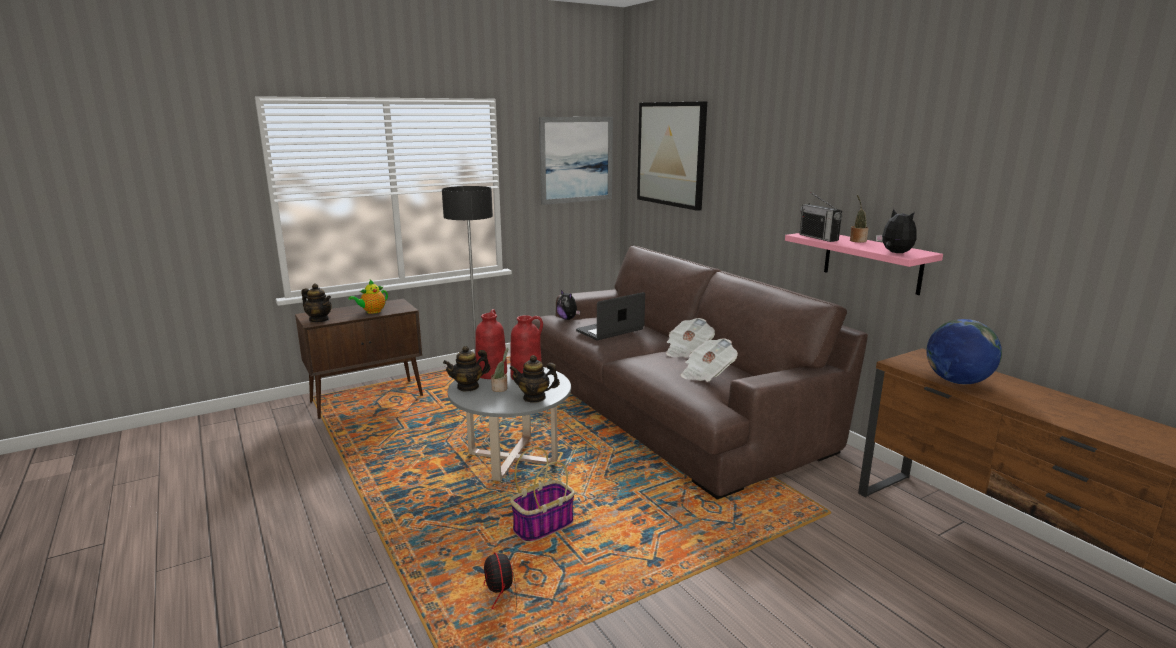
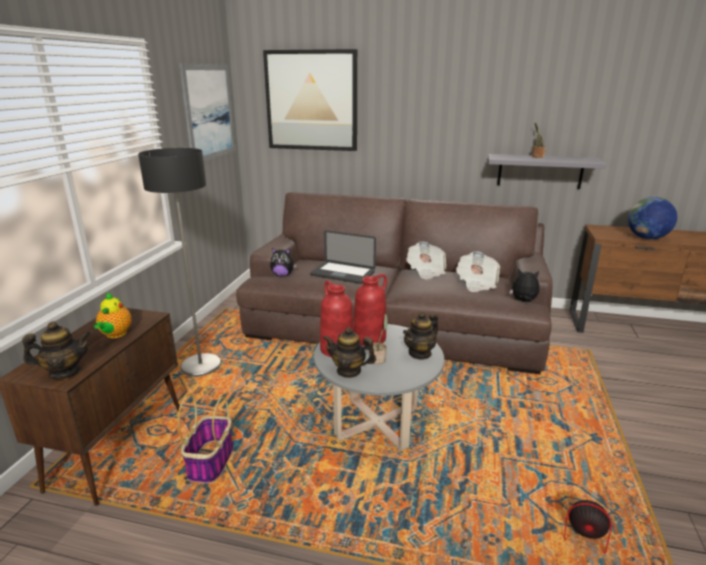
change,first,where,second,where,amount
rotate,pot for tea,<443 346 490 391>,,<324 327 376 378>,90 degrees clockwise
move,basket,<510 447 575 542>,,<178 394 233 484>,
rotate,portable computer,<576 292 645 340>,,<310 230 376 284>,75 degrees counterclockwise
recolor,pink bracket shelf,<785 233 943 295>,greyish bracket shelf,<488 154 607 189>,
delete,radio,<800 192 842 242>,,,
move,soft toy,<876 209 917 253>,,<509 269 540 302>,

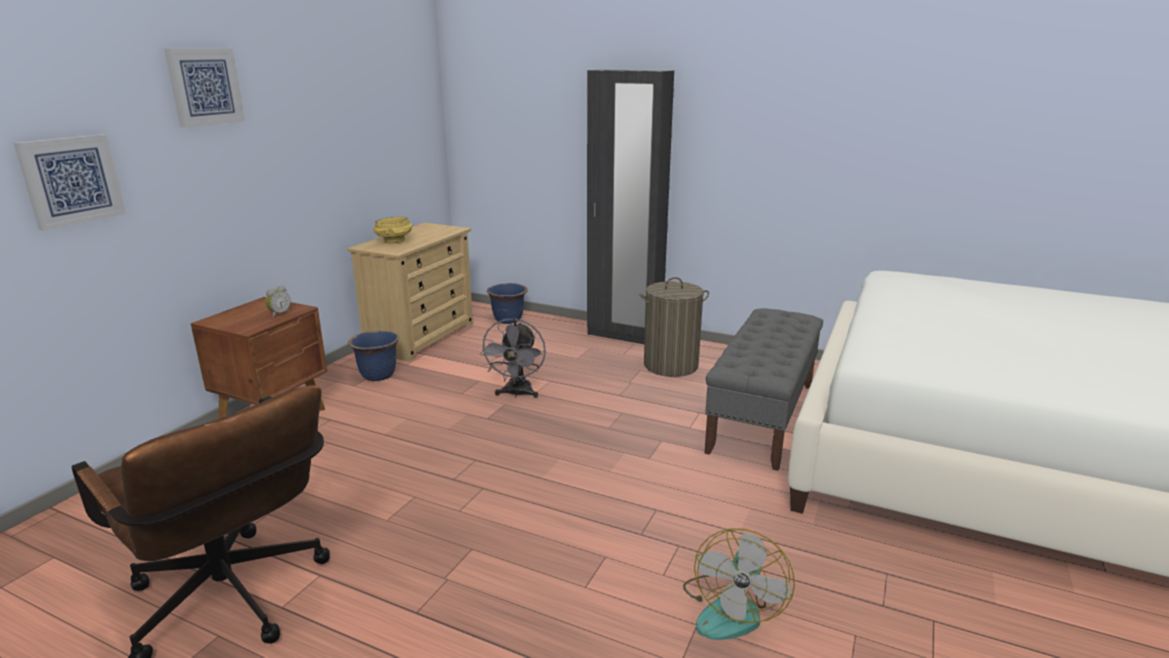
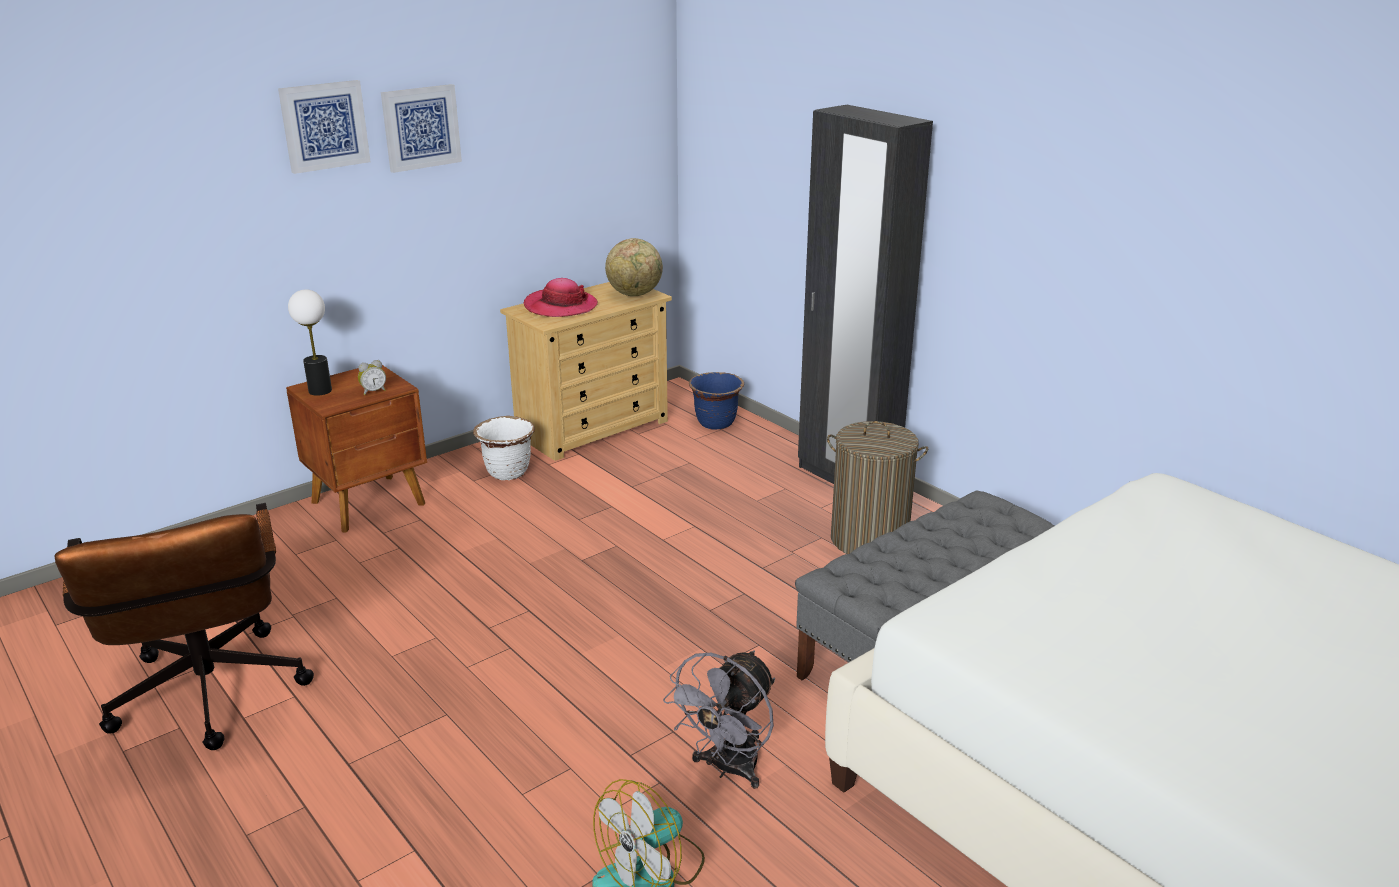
change,first,where,second,where,amount
move,wall art,<14 134 126 231>,,<381 84 462 173>,
recolor,blue plant pot,<348 330 399 381>,whitish plant pot,<473 416 535 480>,
replace,yellow-coloured deep dish,<373 217 413 243>,hat,<524 278 598 317>,
move,greyish fan,<480 318 546 398>,,<663 650 775 789>,
insert,,,table lamp,<288 289 332 396>,
insert,,,desk globe,<605 238 663 296>,

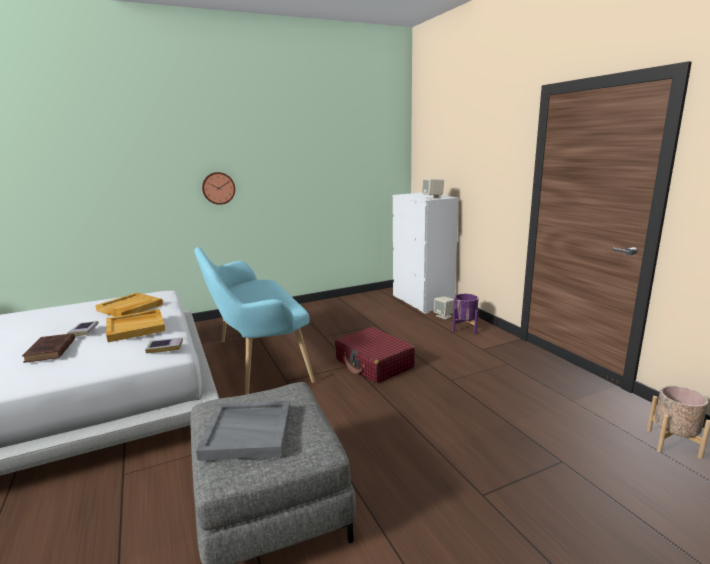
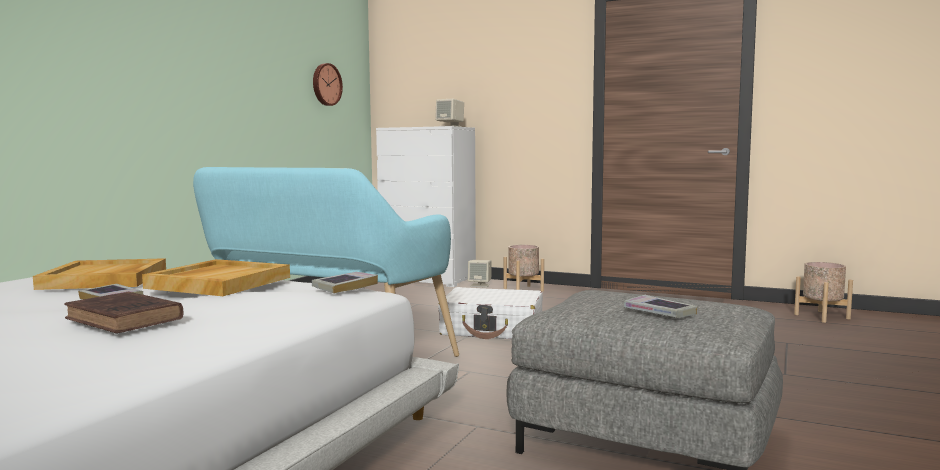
change,first,where,second,where,amount
replace,greyish carrying tray,<196 401 291 461>,bound book,<624 295 697 318>,
move,wall clock,<202 172 235 205>,,<313 63 343 106>,
recolor,red-coloured suitcase,<335 327 415 384>,whitish suitcase,<438 287 543 340>,
recolor,purple plant pot,<452 294 478 334>,beige plant pot,<504 245 544 292>,

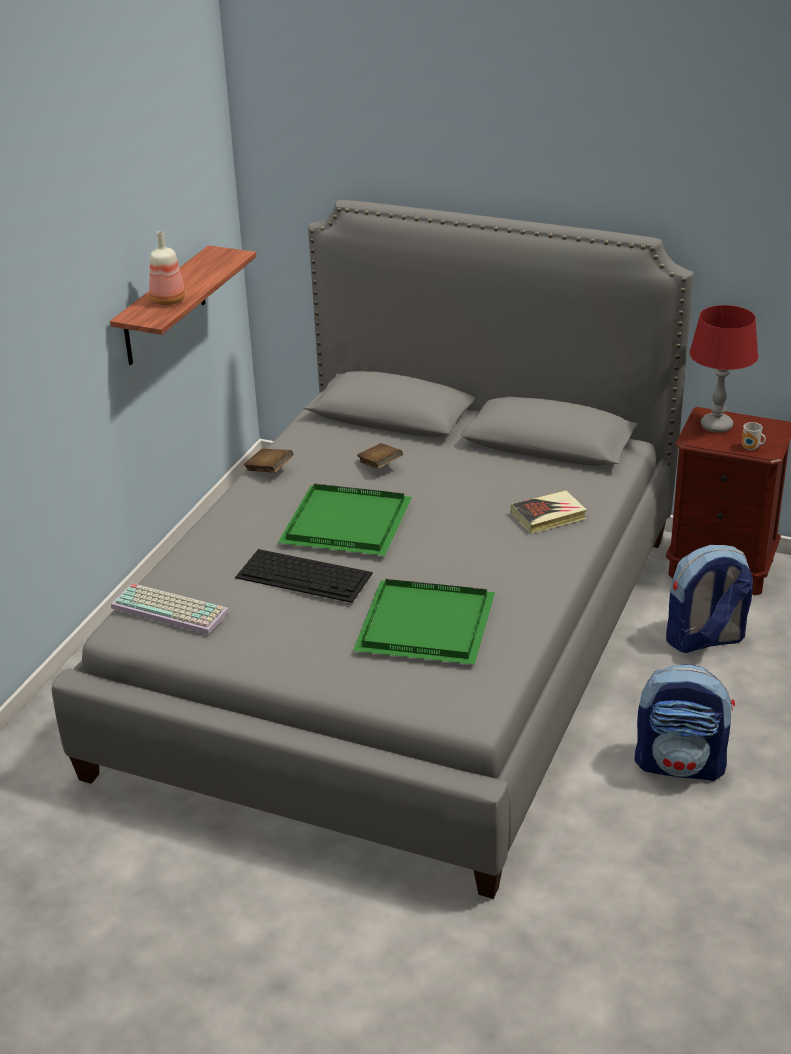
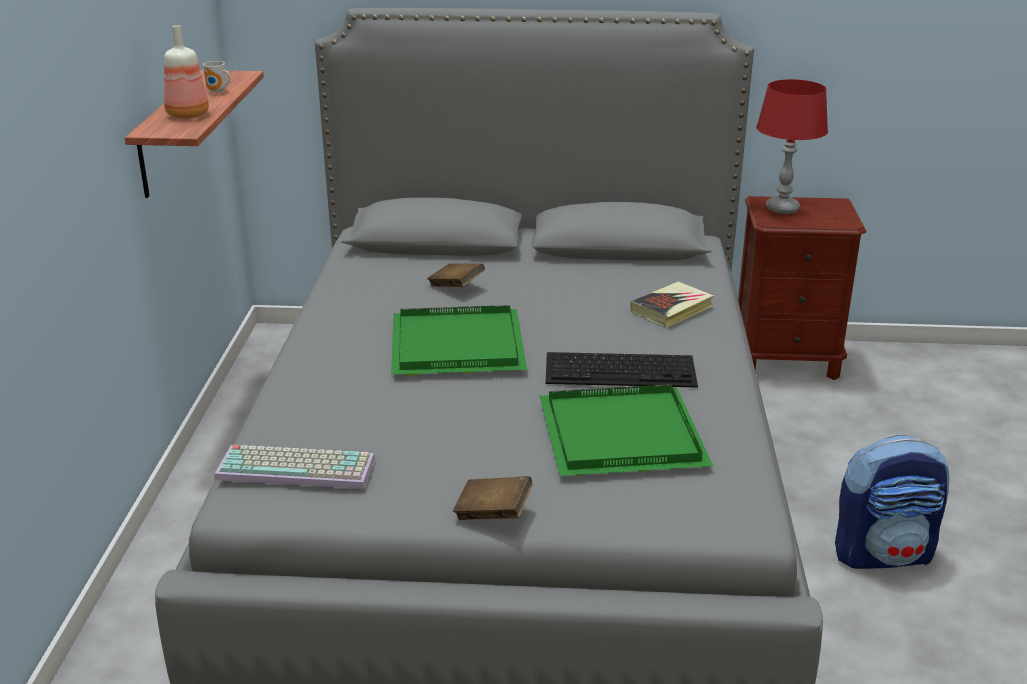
change,first,where,second,where,amount
move,keyboard,<235 549 373 603>,,<546 352 698 388>,
move,brown-coloured bound book,<244 449 294 473>,,<453 476 533 520>,
delete,knapsack,<666 545 753 653>,,,
move,mug,<742 422 766 450>,,<203 61 230 93>,

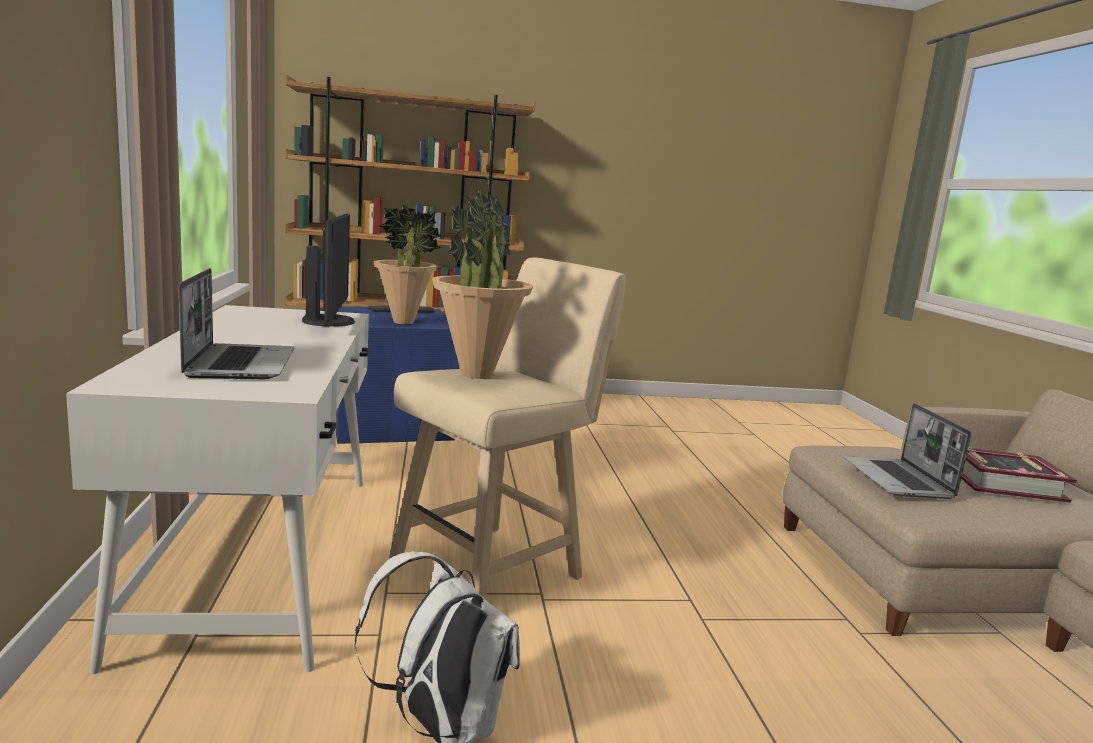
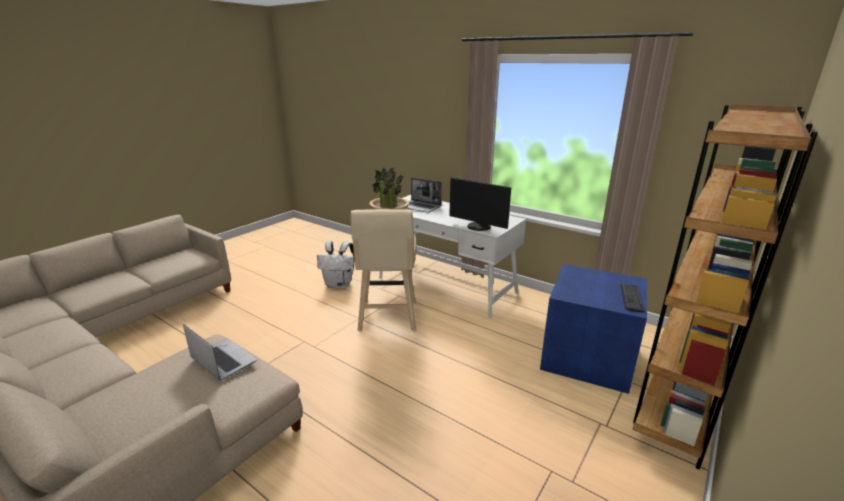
change,first,where,second,where,amount
delete,houseplant,<374 204 442 324>,,,
delete,bound book,<961 447 1077 503>,,,

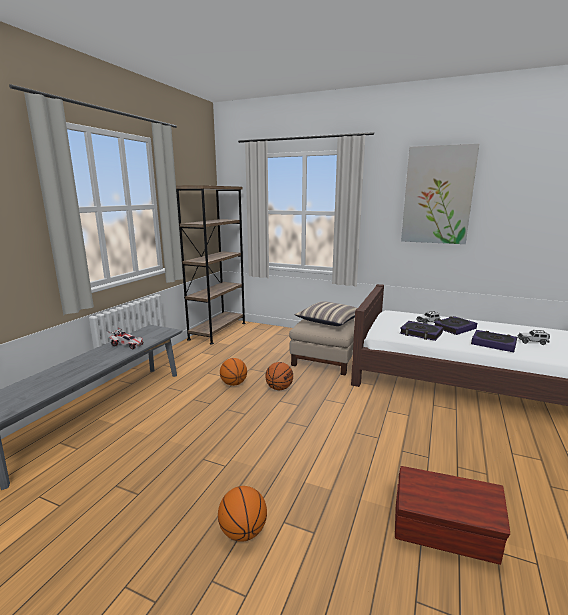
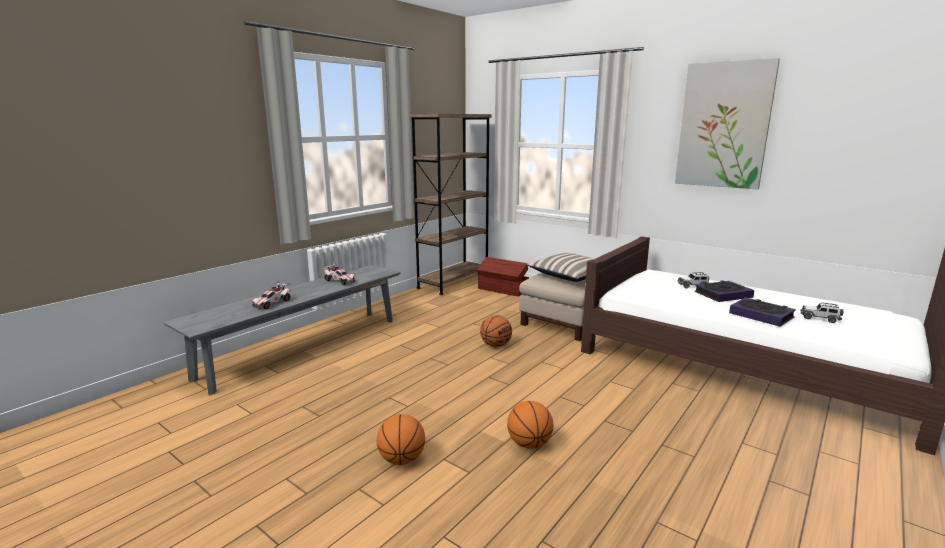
change,first,where,second,where,amount
move,basketball,<220 358 247 386>,,<507 401 553 449>,
move,brown-coloured storage box,<395 466 510 565>,,<477 257 529 297>,
delete,bound book,<400 321 443 341>,,,
insert,,,toy car,<252 281 291 310>,

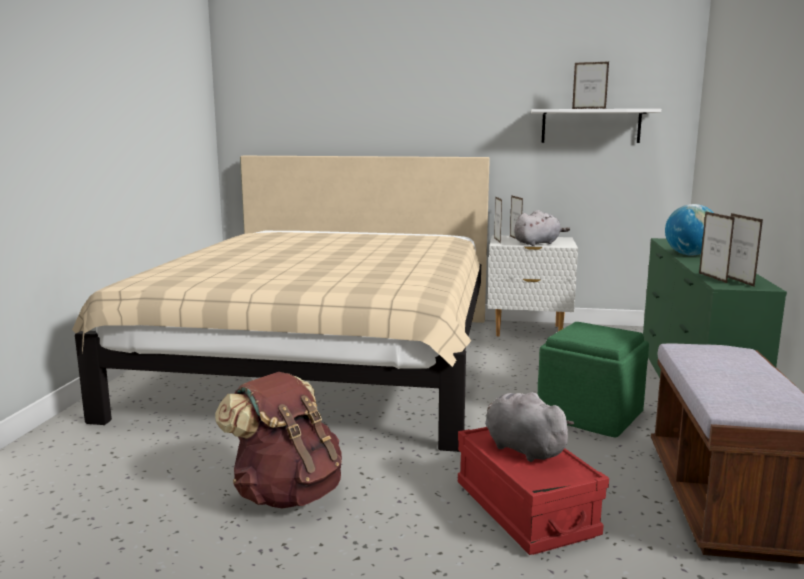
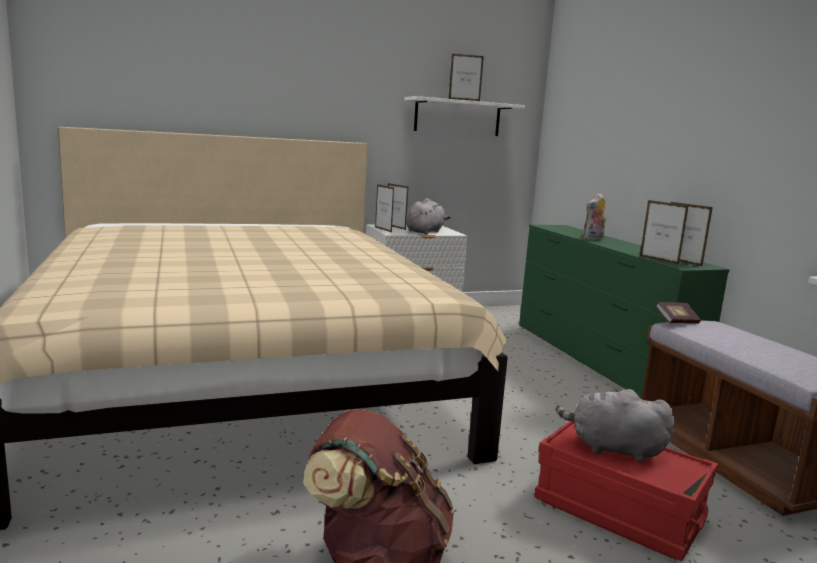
change,first,where,second,where,amount
delete,green footrest,<538 322 649 437>,,,
replace,desk globe,<665 204 714 256>,soft toy,<583 193 606 241>,
insert,,,bound book,<656 302 701 324>,

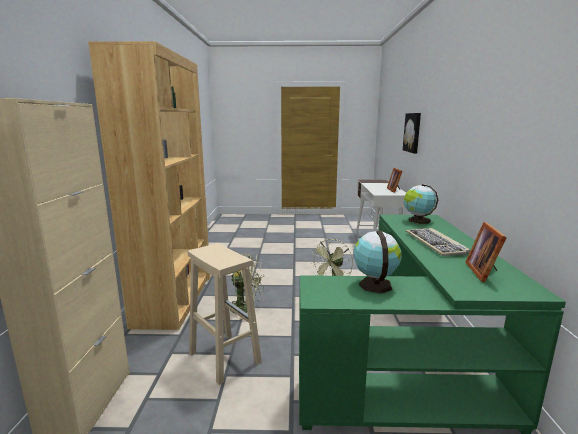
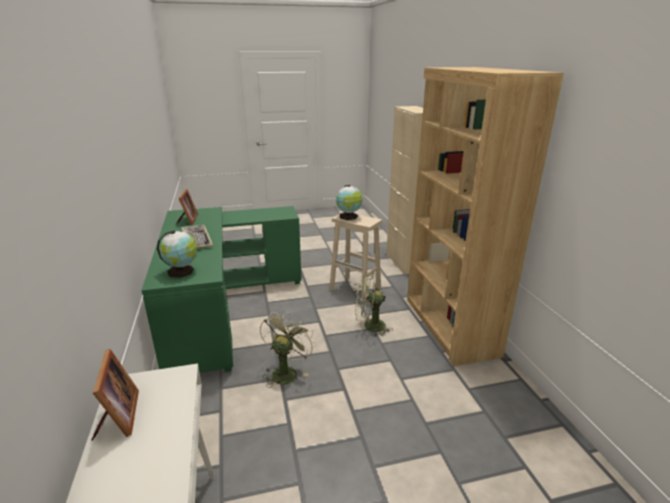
change,first,where,second,where,amount
move,desk globe,<353 231 402 294>,,<336 185 363 220>,
delete,wall art,<403 113 421 153>,,,

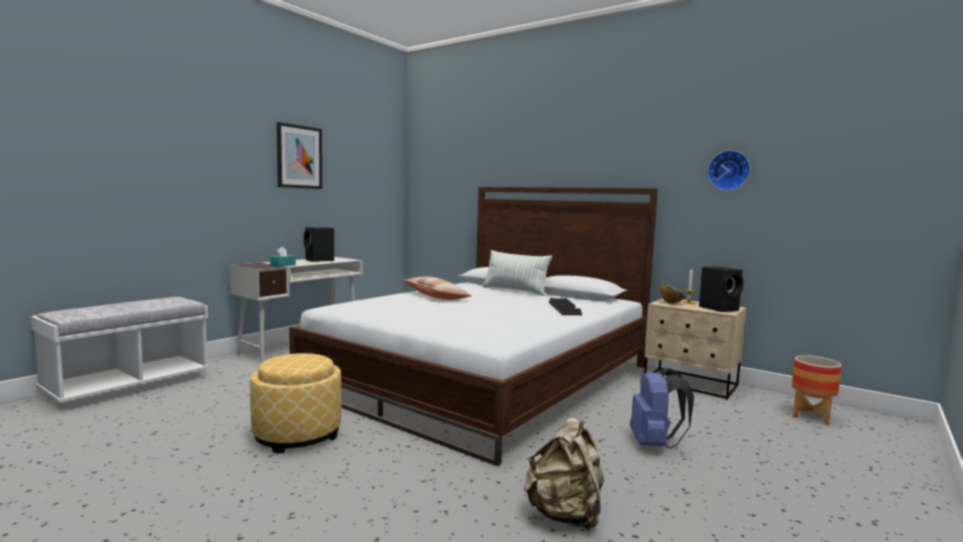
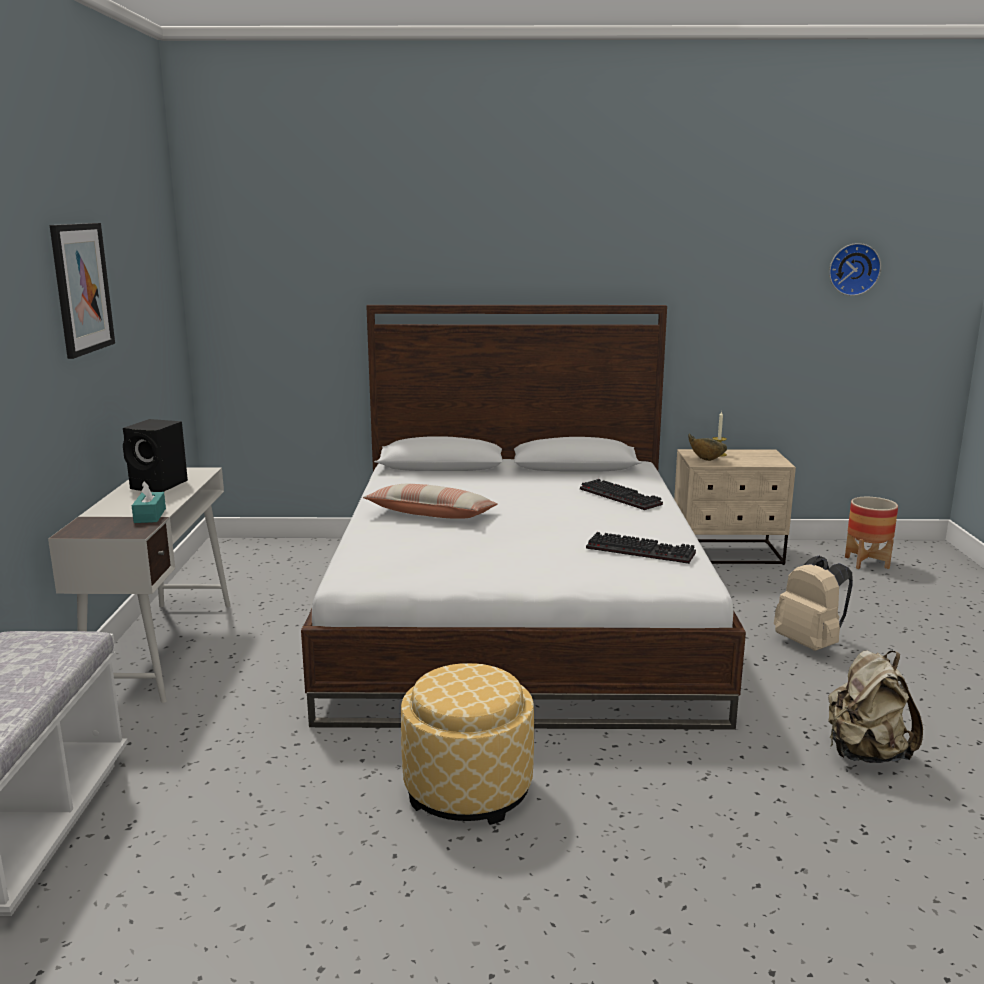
change,first,where,second,where,amount
delete,cushion,<483 250 552 296>,,,
recolor,blue knapsack,<630 368 694 449>,beige knapsack,<774 556 853 651>,
delete,black speaker,<699 267 744 312>,,,
move,wall clock,<707 150 751 191>,,<829 243 881 296>,
insert,,,keyboard,<586 532 696 564>,

